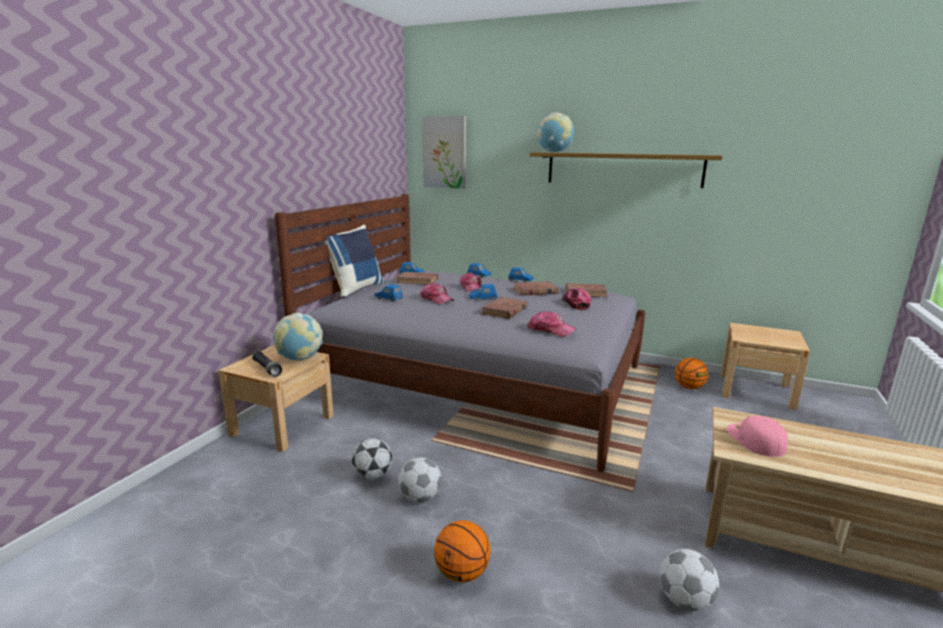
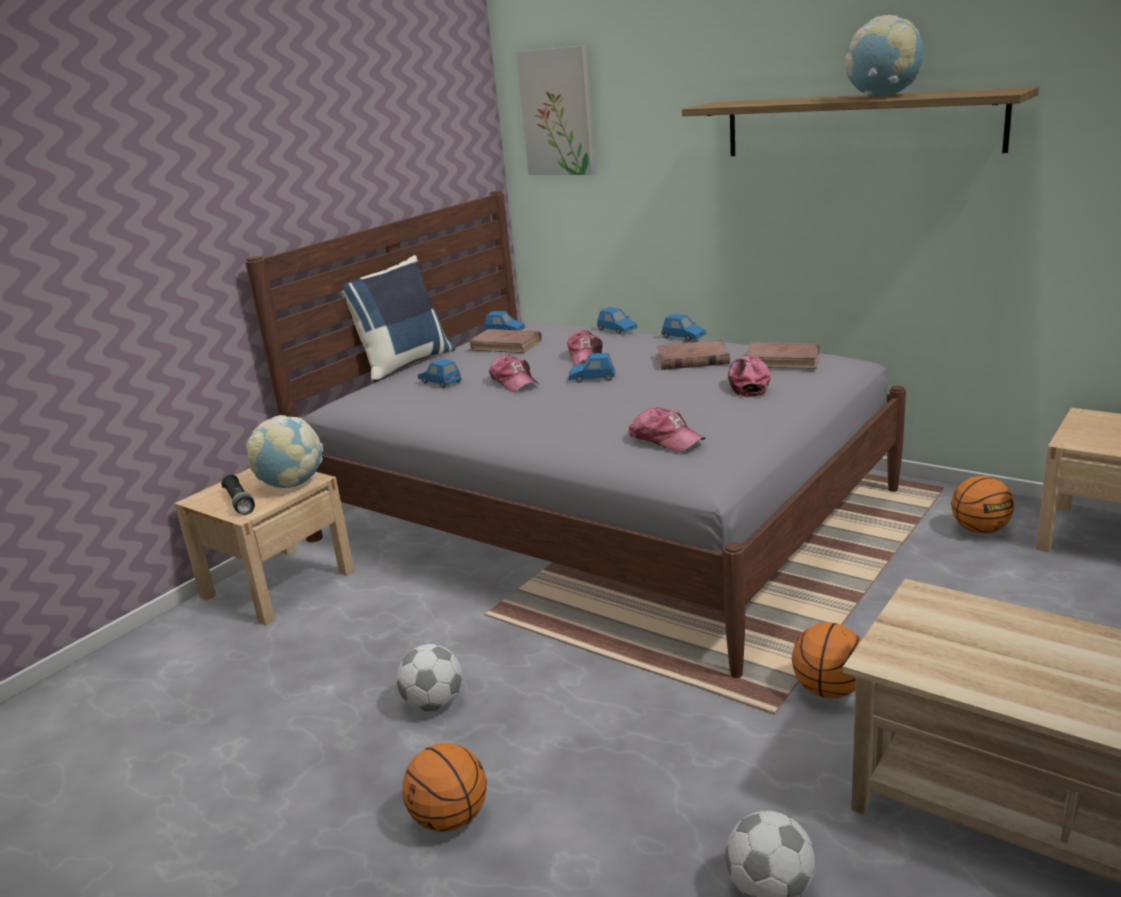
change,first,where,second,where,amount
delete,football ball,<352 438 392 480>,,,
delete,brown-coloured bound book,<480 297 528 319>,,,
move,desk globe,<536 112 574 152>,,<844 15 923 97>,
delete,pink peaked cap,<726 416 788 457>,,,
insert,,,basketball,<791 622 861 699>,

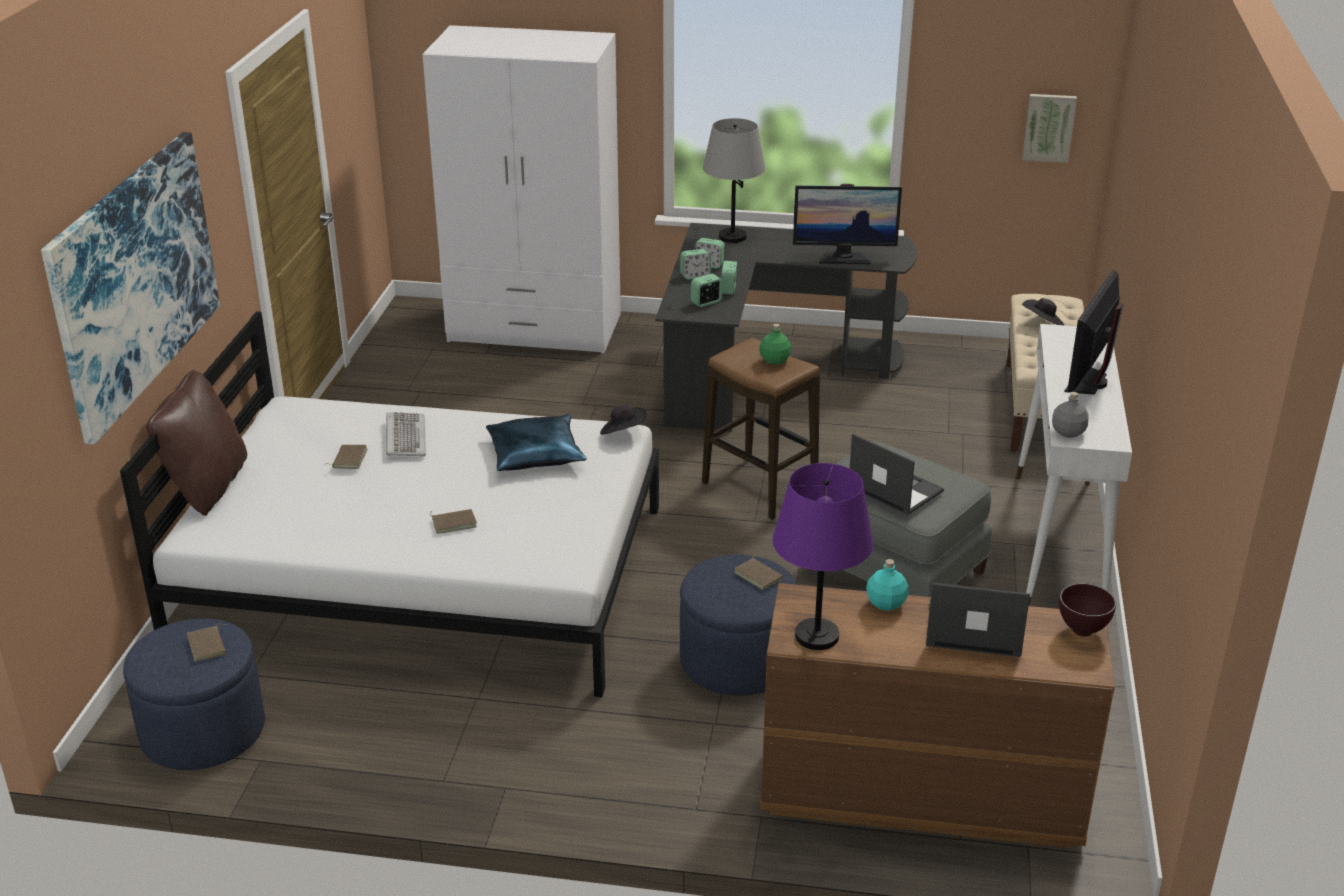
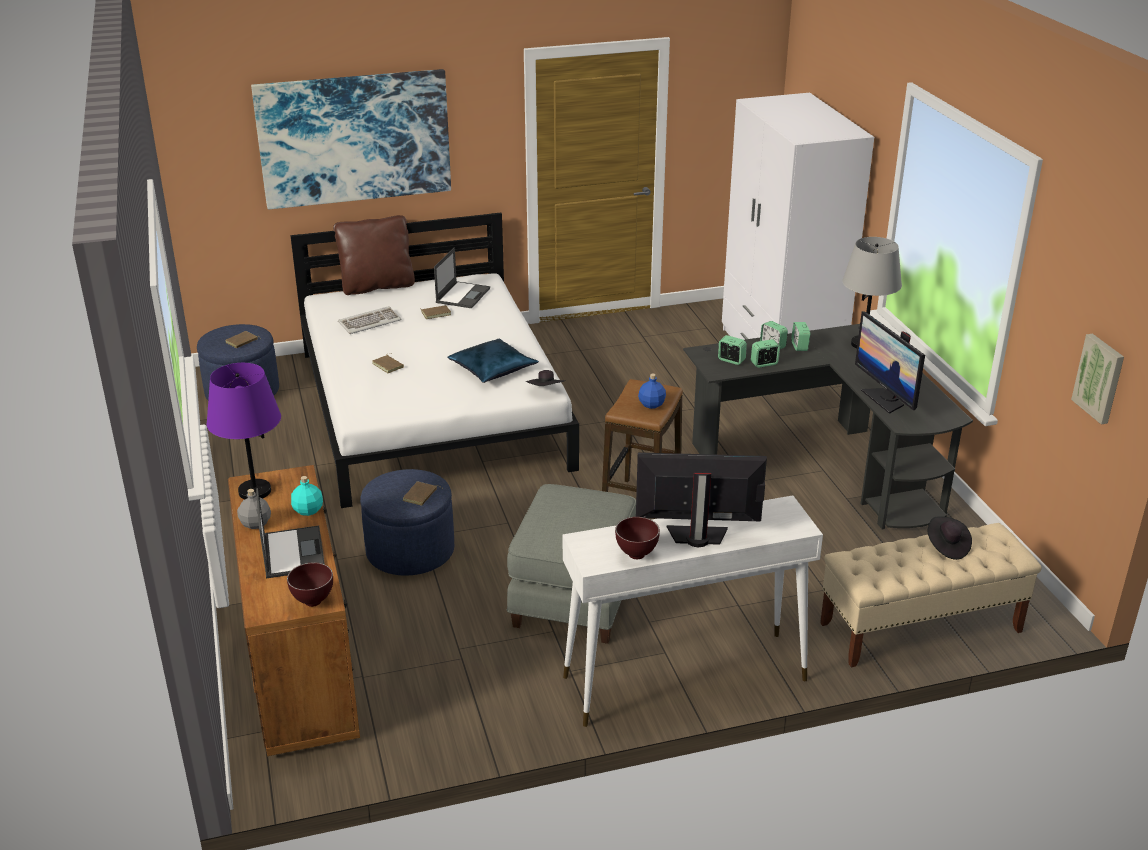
change,first,where,second,where,amount
move,keyboard,<386 412 426 456>,,<338 306 401 334>,
recolor,green bottle,<759 324 792 365>,blue bottle,<638 374 666 409>,
move,portable computer,<850 433 944 515>,,<434 247 490 308>,
move,greyish bottle,<1052 392 1089 438>,,<237 489 271 529>,
insert,,,brown-coloured deep dish,<615 517 660 559>,

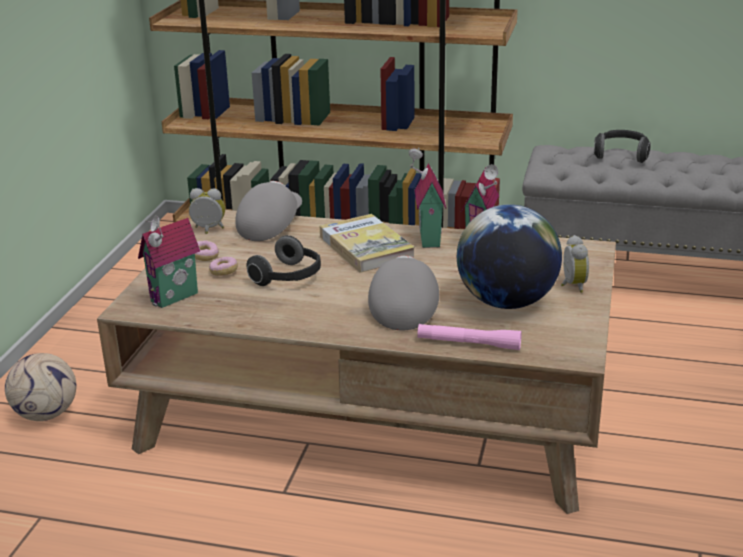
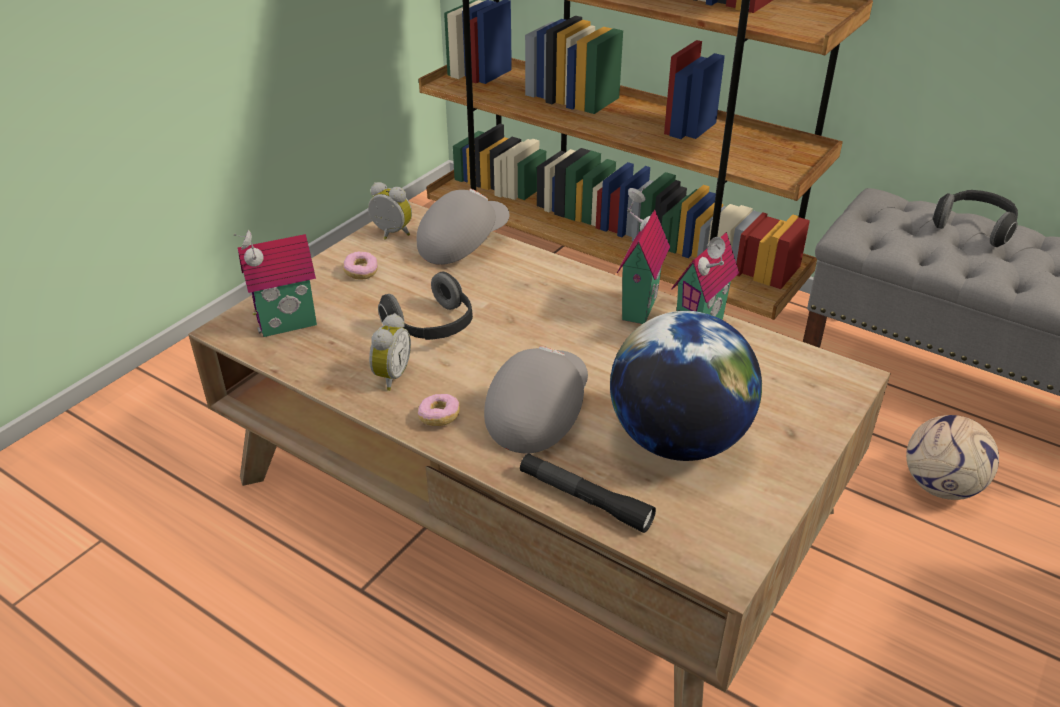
change,first,where,second,where,amount
move,football ball,<5 353 76 421>,,<906 415 999 500>,
move,doughnut,<209 257 238 276>,,<418 394 460 426>,
delete,bound book,<320 214 415 273>,,,
recolor,pink hand torch,<417 324 522 350>,black hand torch,<520 453 656 533>,
move,alarm clock,<561 235 589 293>,,<369 313 411 391>,

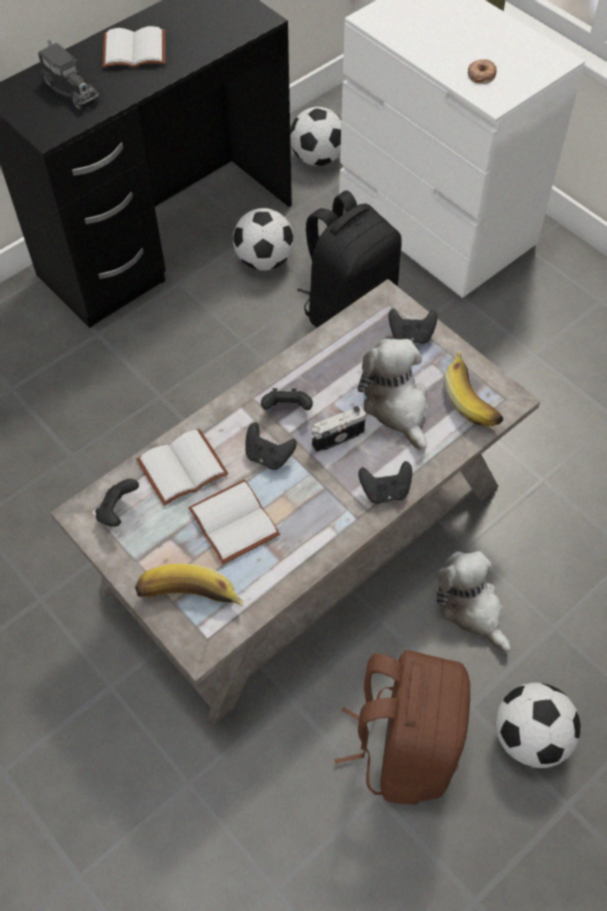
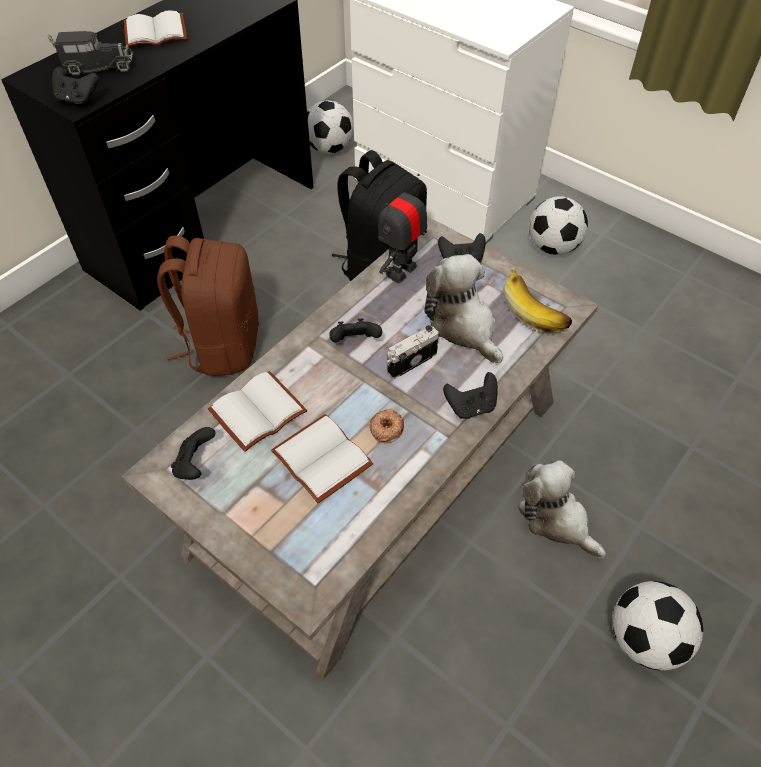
change,first,where,second,where,amount
rotate,toy lorry,<38 39 100 111>,,<48 31 133 76>,45 degrees counterclockwise
delete,whole banana,<135 564 244 606>,,,
move,football ball,<233 208 294 271>,,<529 196 588 255>,
move,black game controller,<245 422 297 470>,,<52 66 99 106>,
move,brown-coloured knapsack,<334 650 470 805>,,<157 235 259 376>,
move,doughnut,<468 59 497 84>,,<370 409 404 443>,
insert,,,robot figure,<378 173 427 283>,

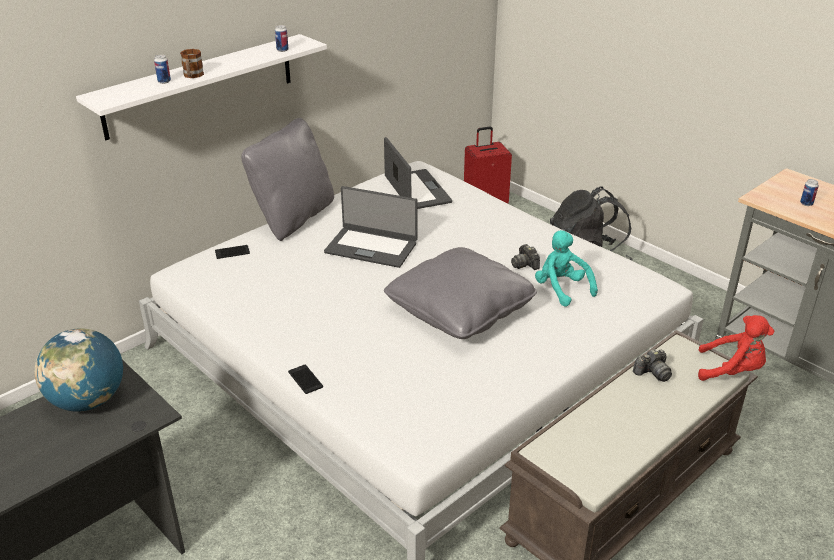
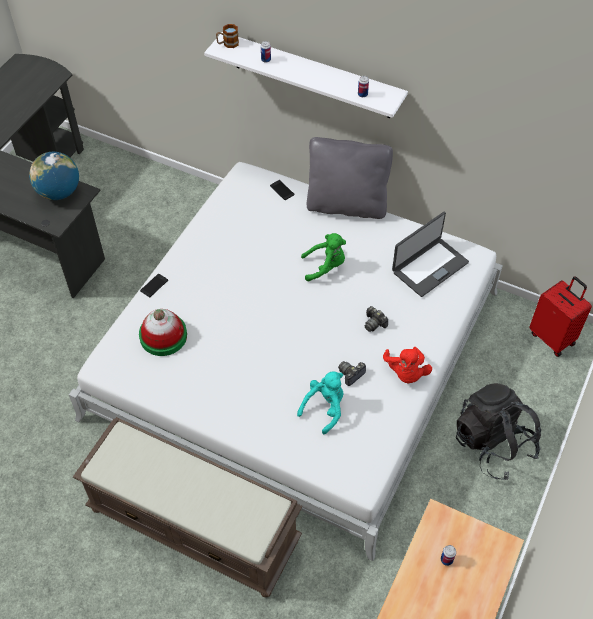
change,first,where,second,where,amount
move,mug,<180 49 204 78>,,<216 24 239 48>,
replace,portable computer,<324 186 417 268>,green soft toy,<301 233 346 282>,
delete,greyish cushion,<384 247 537 339>,,,
move,still camera,<633 349 672 382>,,<365 306 388 332>,
move,red-coloured soft toy,<698 315 774 381>,,<383 347 432 383>,
insert,,,hat,<139 309 187 356>,

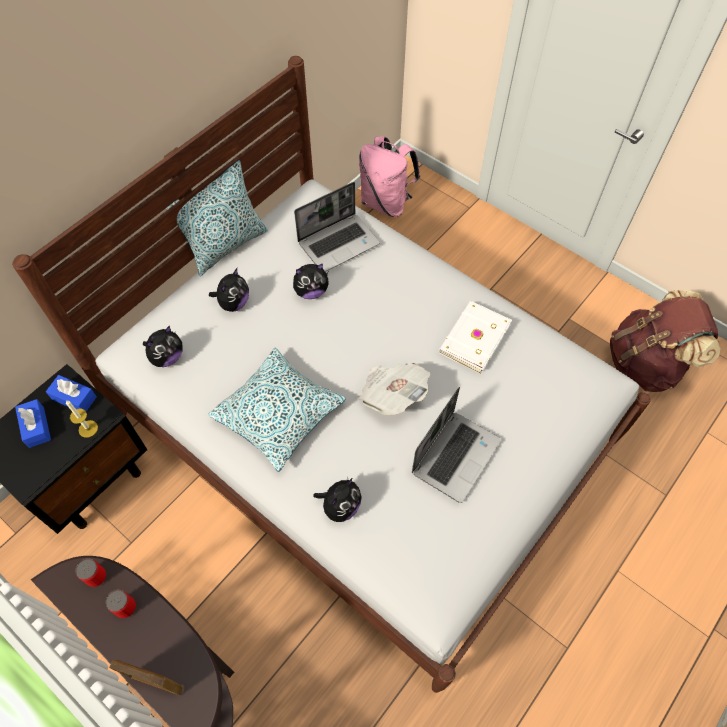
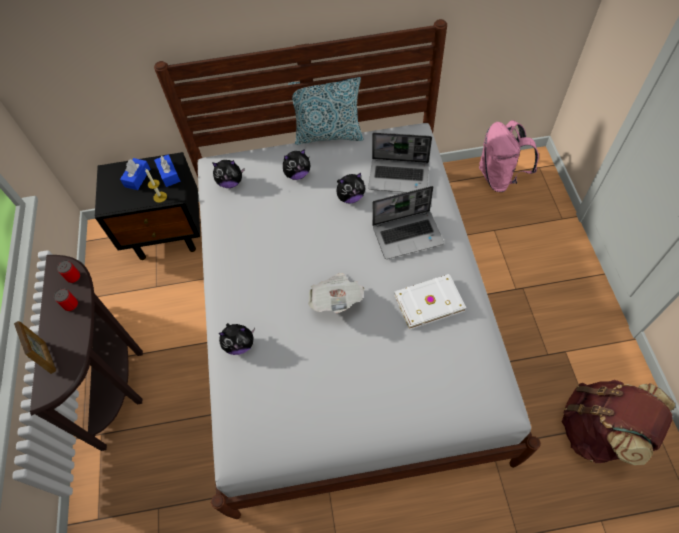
change,first,where,second,where,amount
delete,cushion,<208 348 346 472>,,,
rotate,soft toy,<293 264 328 299>,,<337 173 365 204>,45 degrees counterclockwise
move,portable computer,<412 387 501 503>,,<372 186 444 259>,

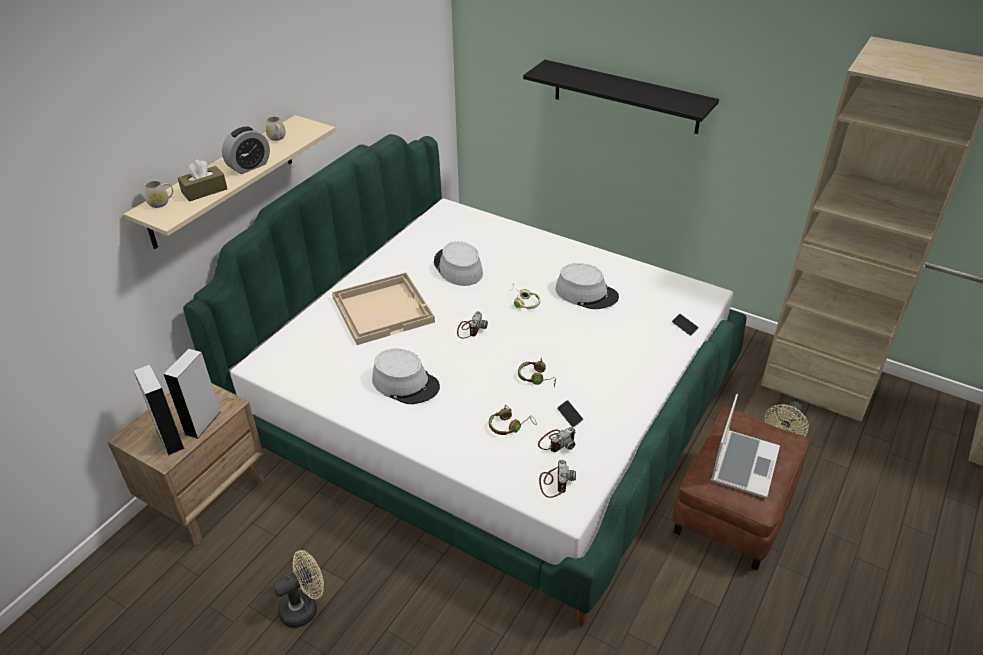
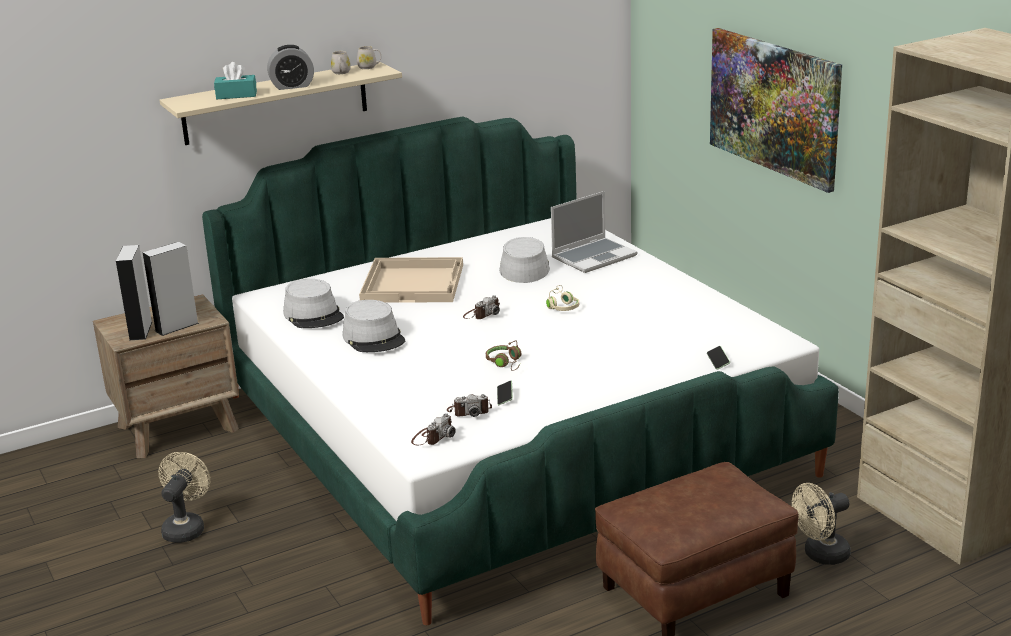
change,first,where,second,where,amount
move,whitish mug,<145 181 173 208>,,<357 46 381 69>,
recolor,brown-coloured box of tissues,<178 159 227 202>,blue-green box of tissues,<214 62 257 99>,
rotate,beige fan,<272 550 324 628>,,<158 452 211 543>,75 degrees counterclockwise
delete,brown-coloured headphones,<489 405 536 435>,,,
replace,black bracket shelf,<523 60 719 134>,wall art,<710 28 842 193>,
move,greyish hat,<555 263 619 309>,,<283 279 344 328>,
move,portable computer,<711 394 780 499>,,<551 191 638 273>,

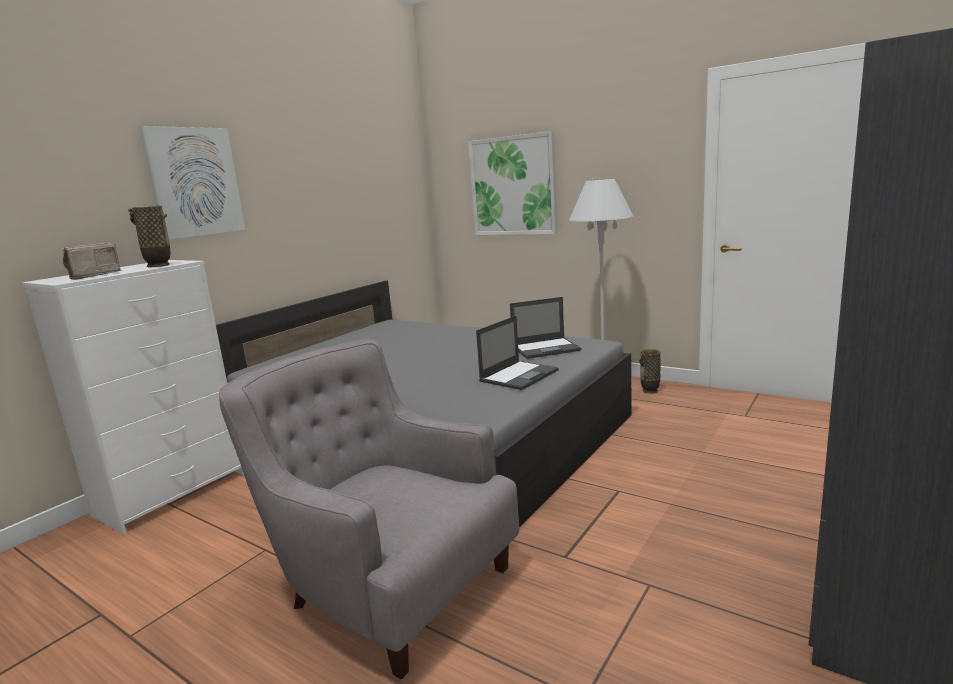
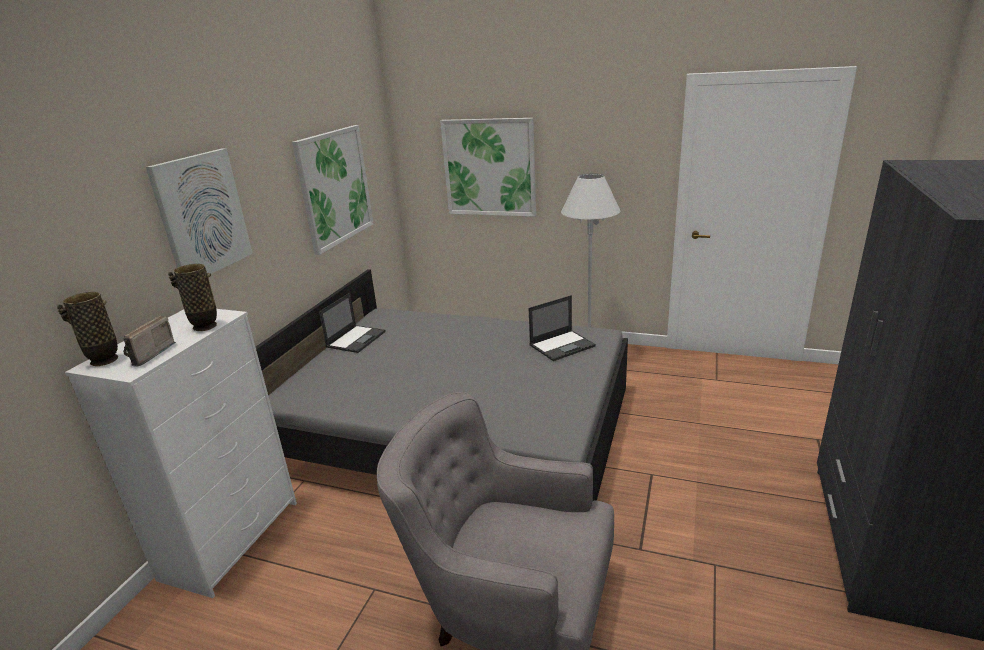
change,first,where,second,where,amount
move,portable computer,<476 316 559 390>,,<319 293 386 353>,
move,vase,<639 349 661 394>,,<57 292 118 366>,
insert,,,wall art,<292 125 374 255>,

